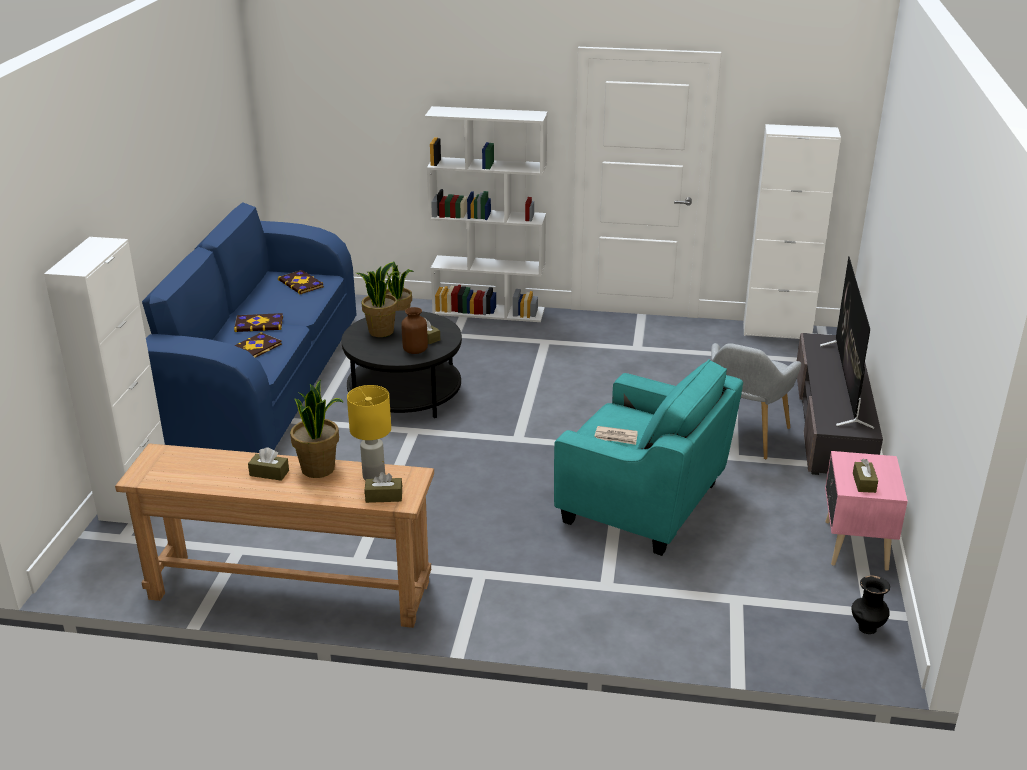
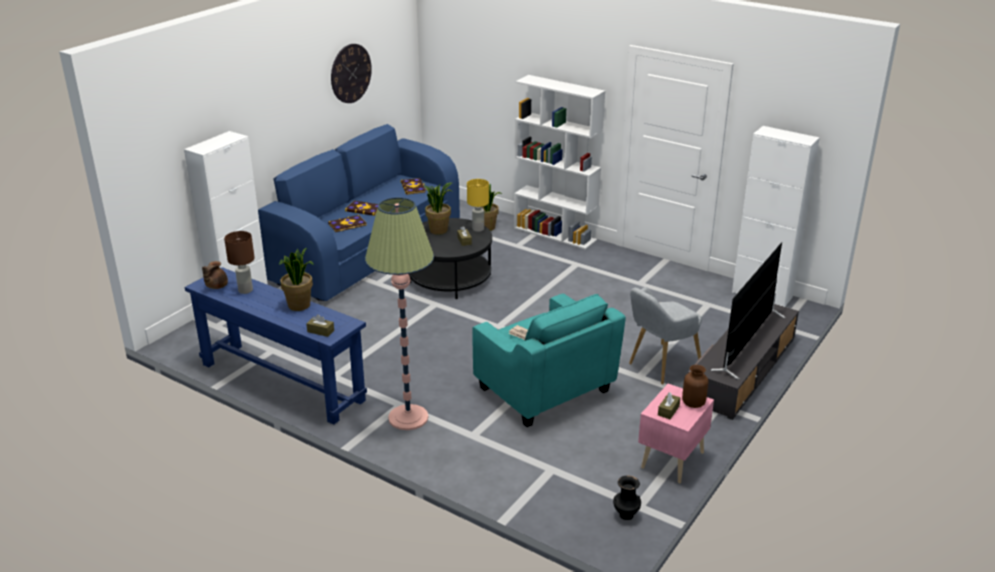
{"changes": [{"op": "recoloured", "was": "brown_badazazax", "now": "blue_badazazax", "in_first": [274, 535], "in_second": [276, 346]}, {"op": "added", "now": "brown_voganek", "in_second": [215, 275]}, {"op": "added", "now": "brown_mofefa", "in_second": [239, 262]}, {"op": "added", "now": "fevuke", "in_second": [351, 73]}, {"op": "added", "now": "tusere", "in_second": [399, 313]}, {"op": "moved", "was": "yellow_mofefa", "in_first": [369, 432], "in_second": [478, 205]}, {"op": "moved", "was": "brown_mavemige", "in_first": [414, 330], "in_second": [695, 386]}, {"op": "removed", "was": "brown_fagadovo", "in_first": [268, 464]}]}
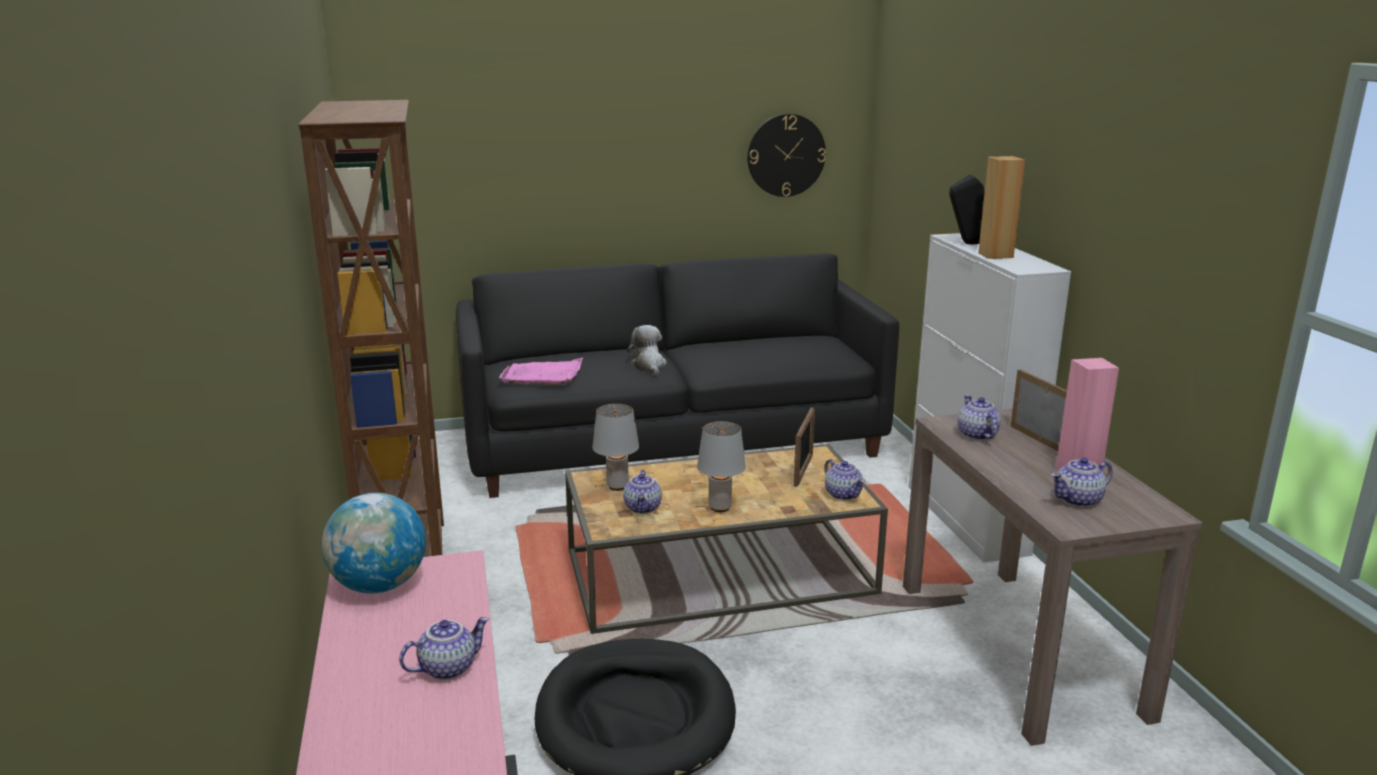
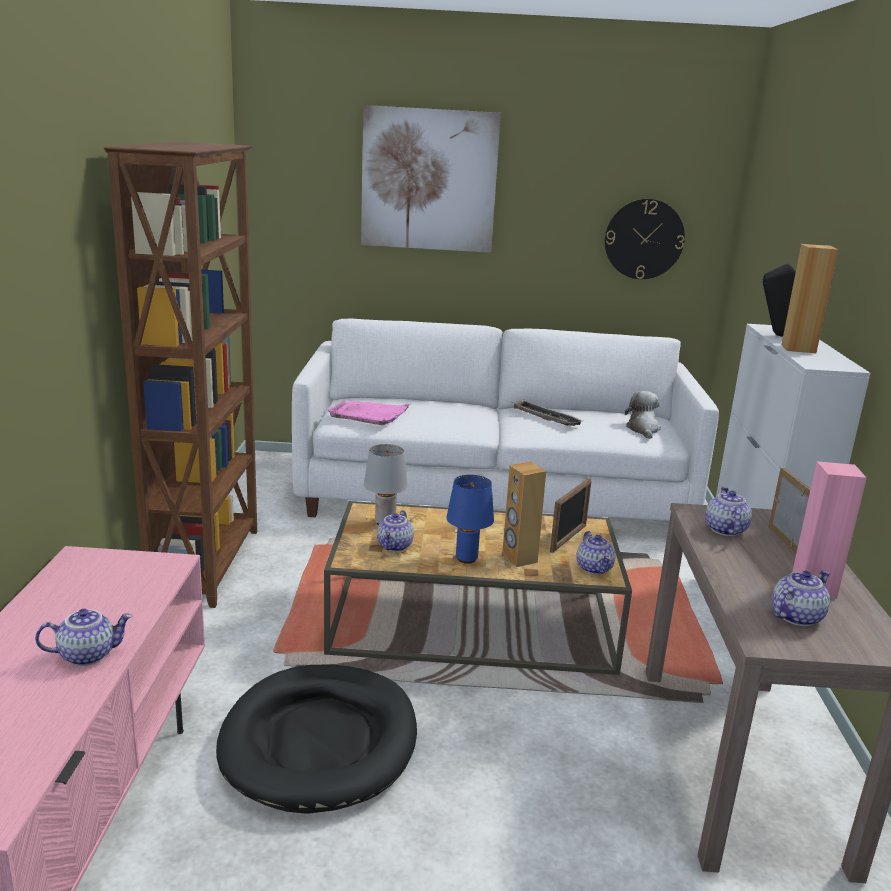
{"changes": [{"op": "recoloured", "was": "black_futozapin", "now": "white_futozapin", "in_first": [677, 375], "in_second": [505, 419]}, {"op": "added", "now": "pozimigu", "in_second": [431, 179]}, {"op": "recoloured", "was": "grey_mofefa", "now": "blue_mofefa", "in_first": [721, 466], "in_second": [470, 519]}, {"op": "added", "now": "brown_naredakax", "in_second": [524, 514]}, {"op": "added", "now": "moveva", "in_second": [547, 413]}, {"op": "moved", "was": "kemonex", "in_first": [647, 350], "in_second": [643, 415]}, {"op": "turned", "was": "voganek", "in_first": [1082, 482], "in_second": [801, 598], "clockwise": 150}, {"op": "removed", "was": "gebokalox", "in_first": [373, 543]}]}
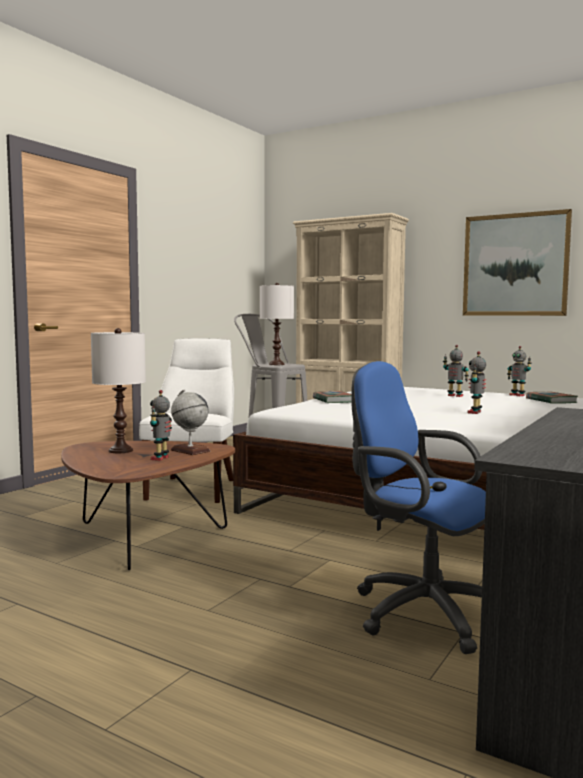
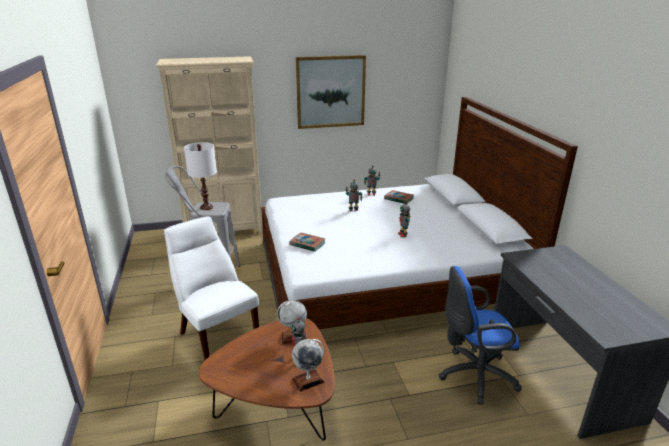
{"changes": [{"op": "added", "now": "gebokalox", "in_second": [308, 365]}, {"op": "removed", "was": "white_mofefa", "in_first": [118, 390]}]}
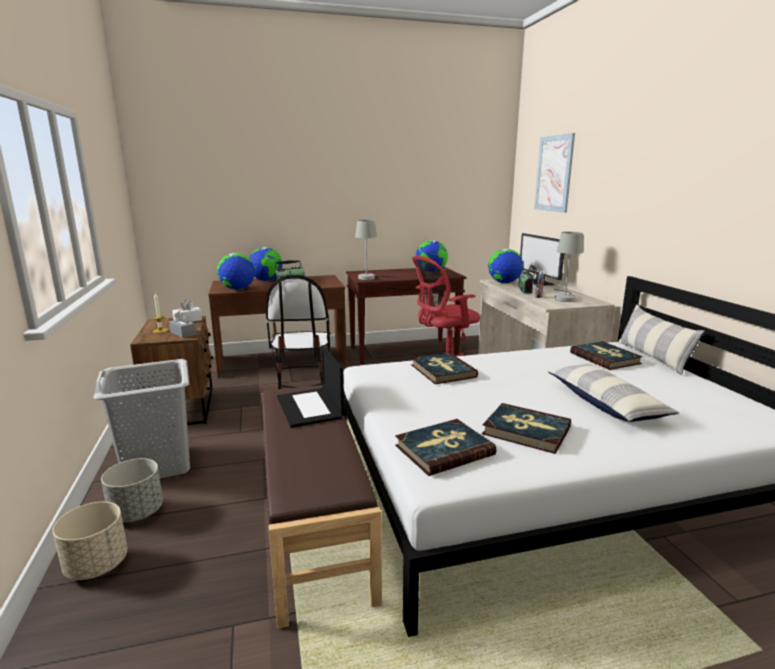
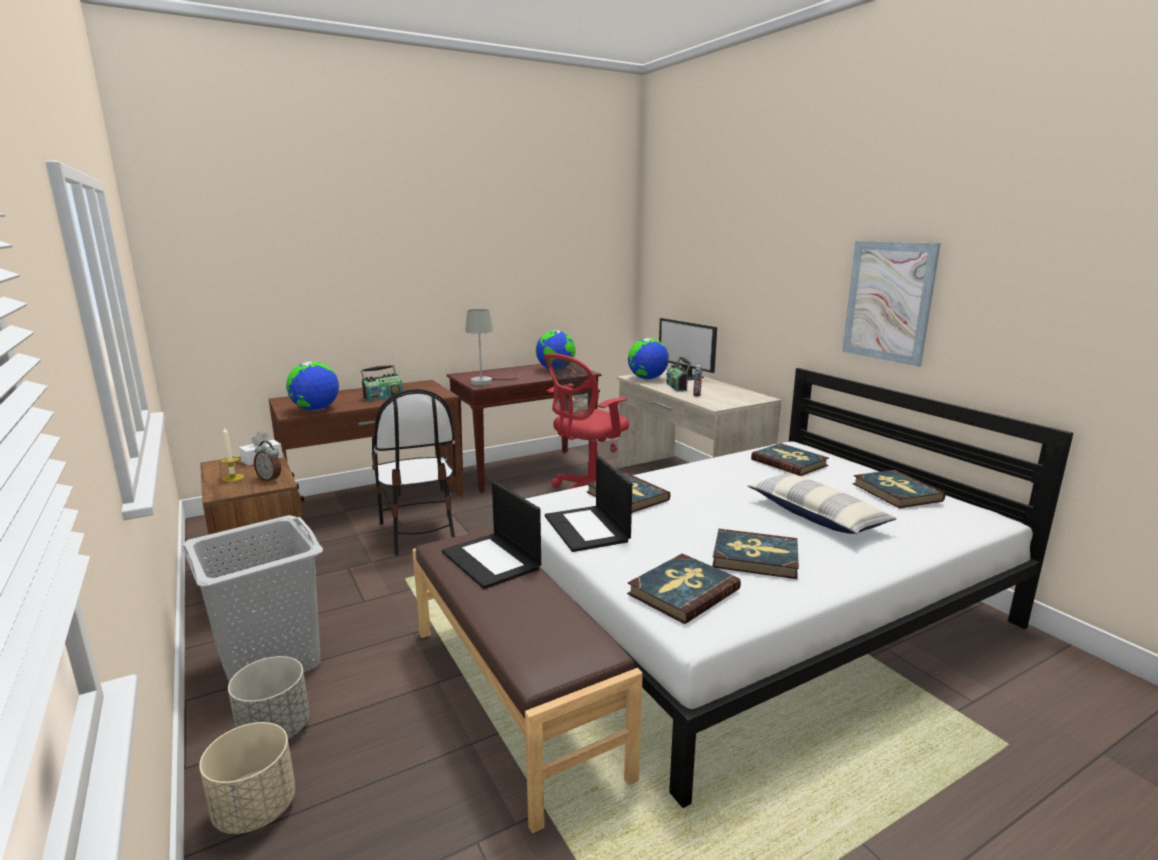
{"changes": [{"op": "replaced", "was": "grey_fagadovo", "now": "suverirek", "in_first": [183, 324], "in_second": [267, 461]}, {"op": "added", "now": "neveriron", "in_second": [588, 504]}, {"op": "moved", "was": "pozimigu", "in_first": [554, 173], "in_second": [891, 304]}, {"op": "added", "now": "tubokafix", "in_second": [899, 489]}, {"op": "removed", "was": "gebokalox", "in_first": [265, 264]}, {"op": "removed", "was": "grey_mofefa", "in_first": [569, 267]}, {"op": "removed", "was": "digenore", "in_first": [661, 340]}]}
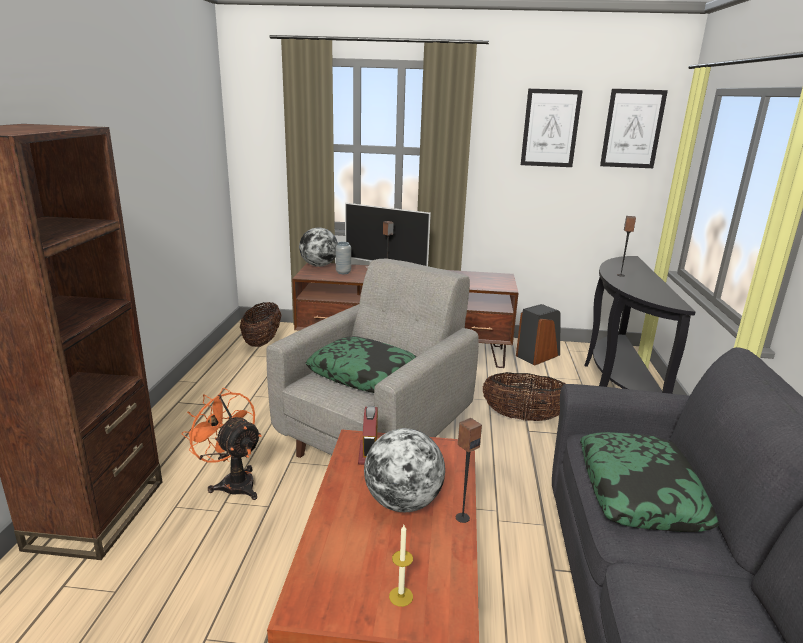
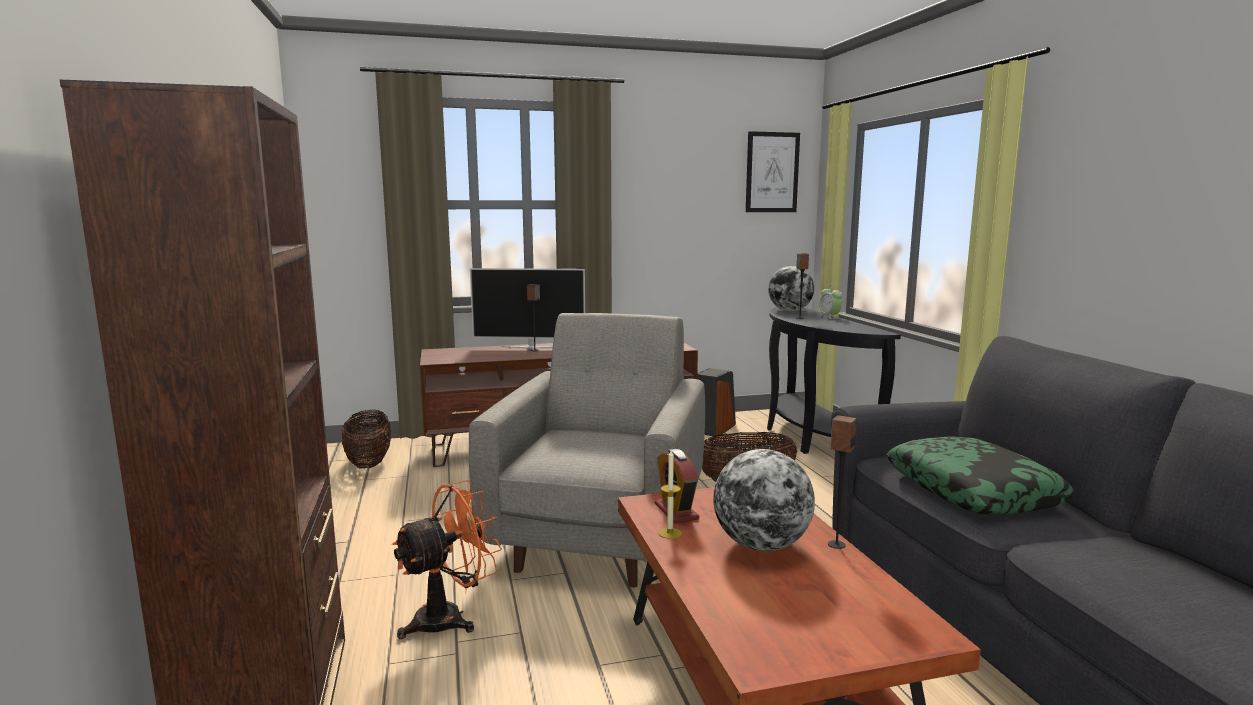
{"changes": [{"op": "turned", "was": "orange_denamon", "in_first": [222, 444], "in_second": [447, 559], "clockwise": 120}, {"op": "moved", "was": "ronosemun", "in_first": [401, 566], "in_second": [670, 494]}, {"op": "moved", "was": "gebokalox", "in_first": [318, 247], "in_second": [791, 288]}, {"op": "added", "now": "suverirek", "in_second": [830, 302]}, {"op": "removed", "was": "digenore", "in_first": [361, 364]}, {"op": "removed", "was": "grey_mavemige", "in_first": [343, 258]}, {"op": "removed", "was": "pozimigu", "in_first": [552, 128]}]}
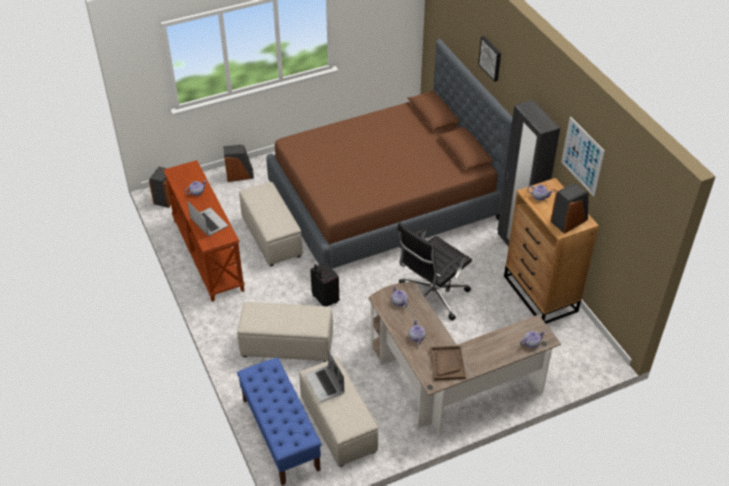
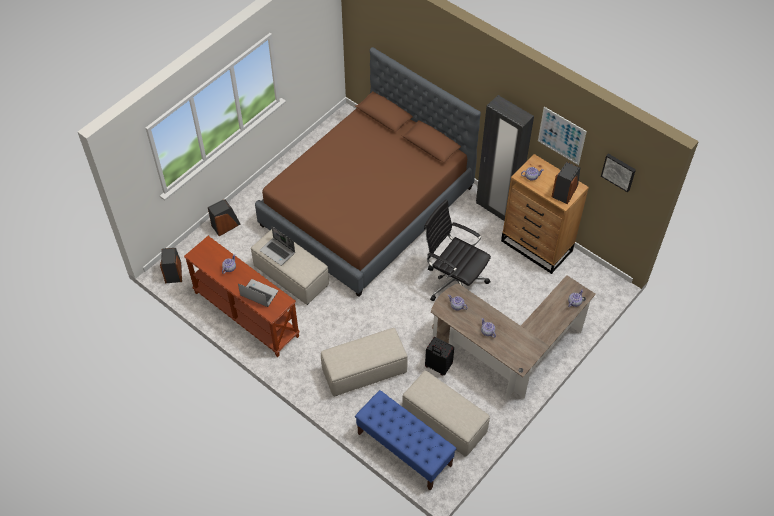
{"changes": [{"op": "moved", "was": "neveriron", "in_first": [324, 376], "in_second": [277, 246]}, {"op": "turned", "was": "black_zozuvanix", "in_first": [434, 271], "in_second": [457, 250], "clockwise": 105}, {"op": "moved", "was": "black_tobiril", "in_first": [324, 284], "in_second": [439, 356]}, {"op": "moved", "was": "pozimigu", "in_first": [489, 59], "in_second": [618, 173]}, {"op": "removed", "was": "brown_moveva", "in_first": [448, 363]}]}
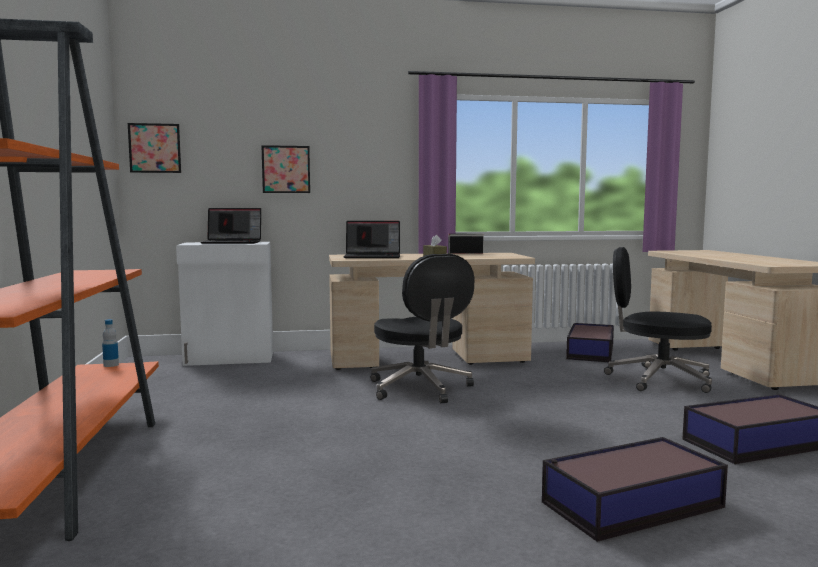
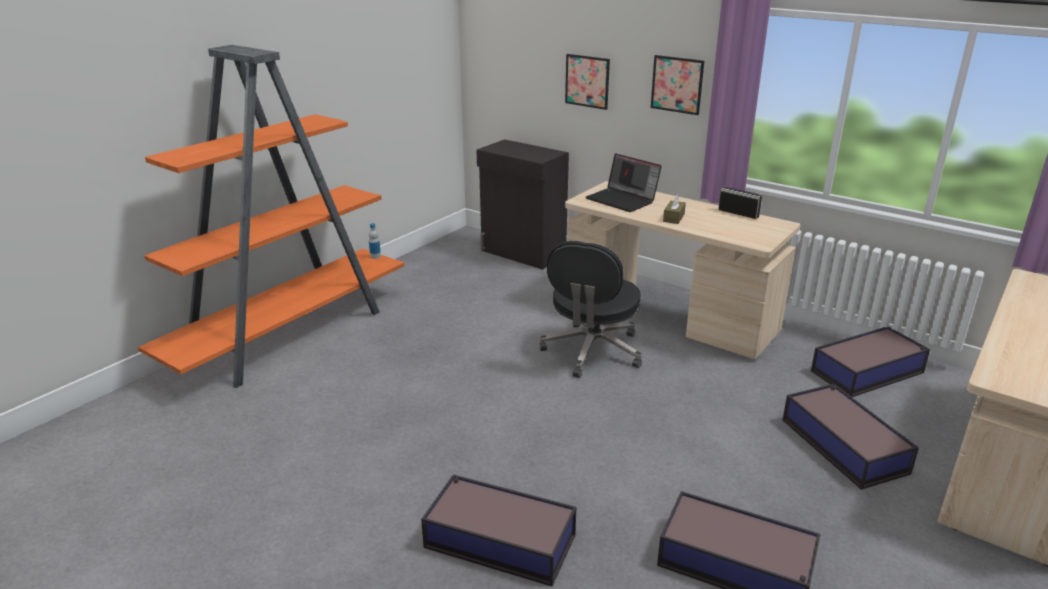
{"changes": [{"op": "recoloured", "was": "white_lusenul", "now": "black_lusenul", "in_first": [224, 304], "in_second": [523, 204]}, {"op": "moved", "was": "pozimigu", "in_first": [154, 148], "in_second": [677, 85]}, {"op": "replaced", "was": "black_zozuvanix", "now": "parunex", "in_first": [658, 320], "in_second": [850, 437]}, {"op": "removed", "was": "neveriron", "in_first": [230, 226]}]}
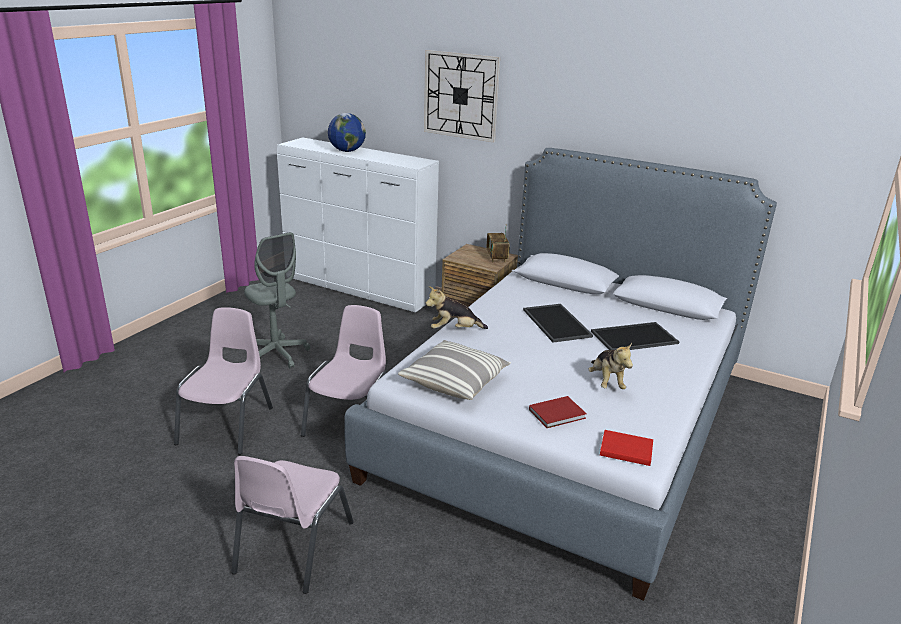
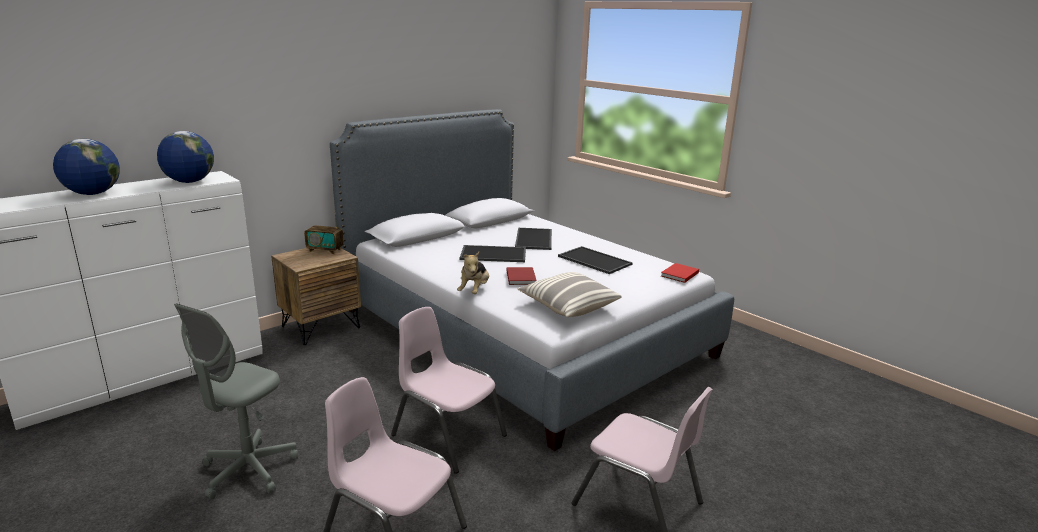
{"changes": [{"op": "added", "now": "gebokalox", "in_second": [185, 157]}, {"op": "turned", "was": "grey_zozuvanix", "in_first": [277, 300], "in_second": [236, 401], "clockwise": 135}, {"op": "moved", "was": "red_tubokafix", "in_first": [558, 412], "in_second": [522, 276]}, {"op": "replaced", "was": "kemonex", "now": "moveva", "in_first": [611, 366], "in_second": [595, 260]}, {"op": "removed", "was": "fevuke", "in_first": [462, 96]}]}
